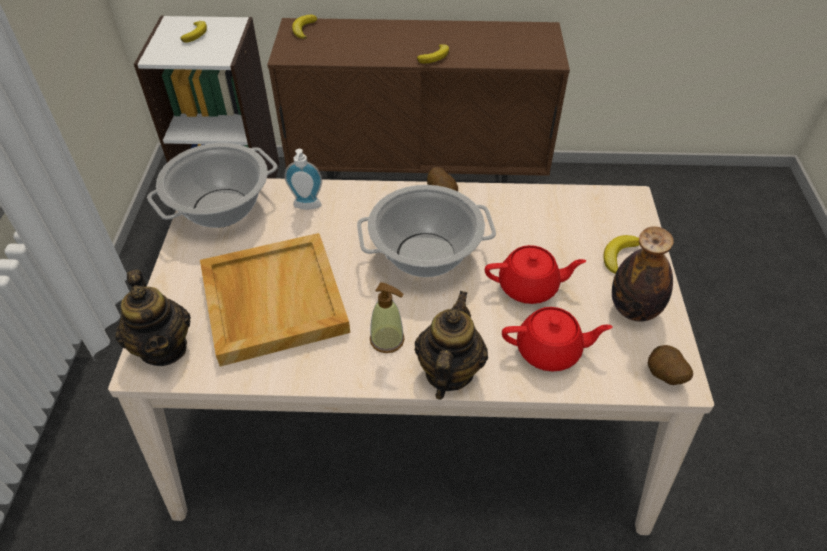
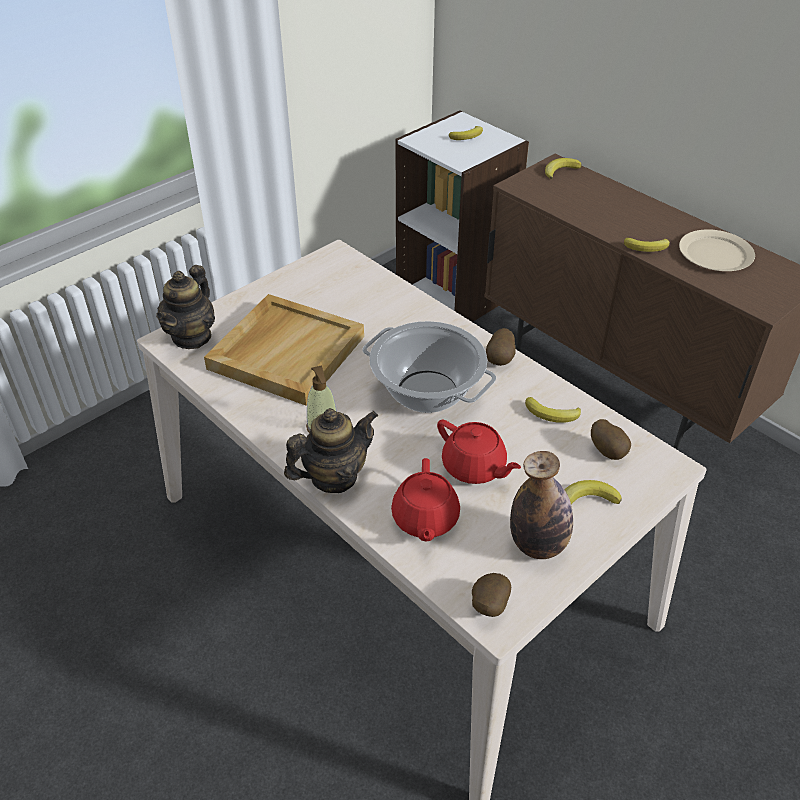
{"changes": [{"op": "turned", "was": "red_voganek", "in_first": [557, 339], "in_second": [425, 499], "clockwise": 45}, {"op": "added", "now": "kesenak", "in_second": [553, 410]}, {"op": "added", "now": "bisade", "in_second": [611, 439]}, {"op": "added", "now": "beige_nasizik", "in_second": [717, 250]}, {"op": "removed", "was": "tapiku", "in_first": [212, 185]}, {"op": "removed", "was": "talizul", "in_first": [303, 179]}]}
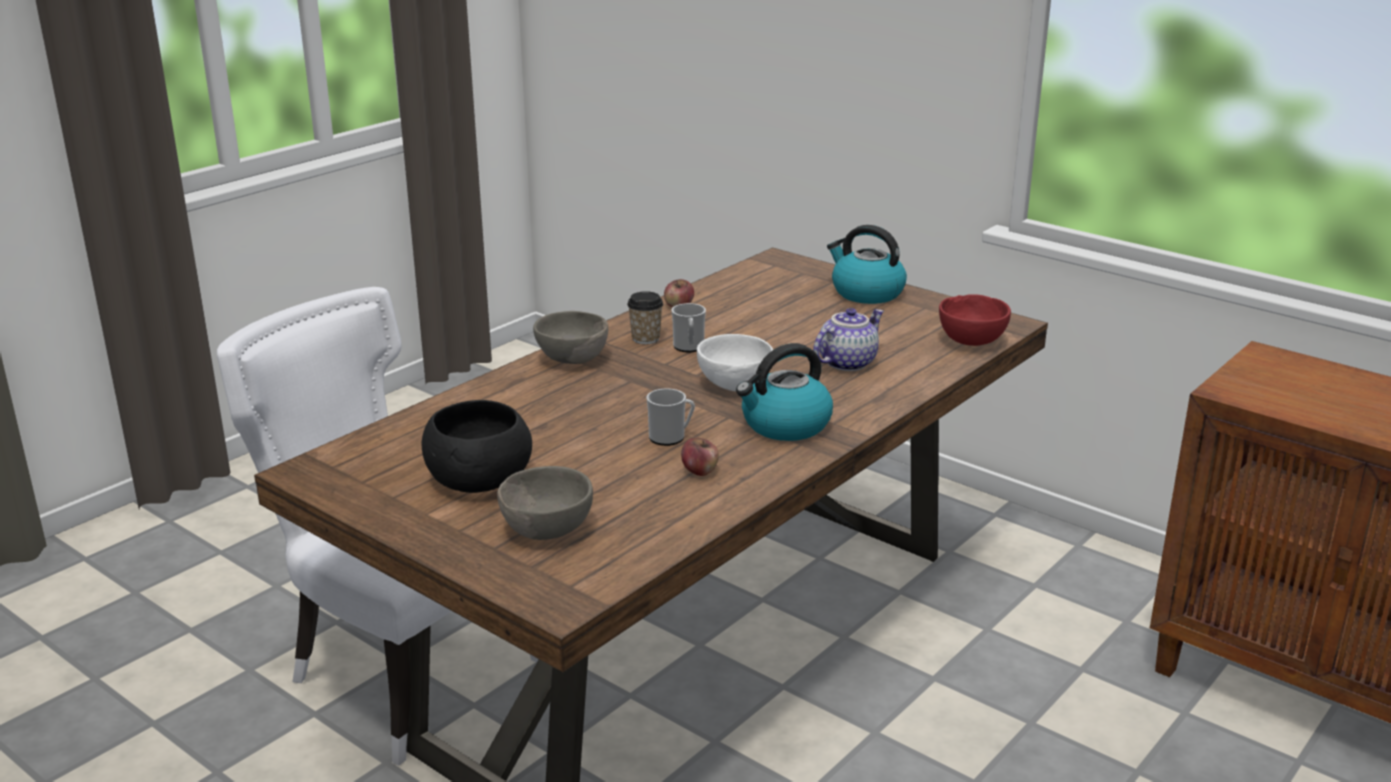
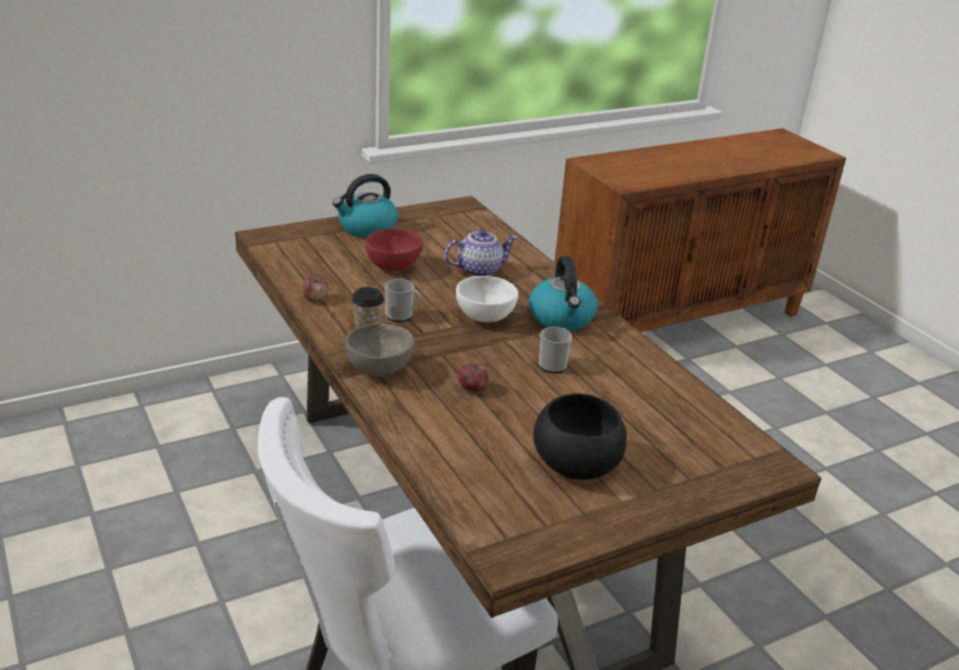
{"changes": [{"op": "moved", "was": "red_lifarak", "in_first": [975, 320], "in_second": [394, 249]}, {"op": "turned", "was": "voganek", "in_first": [848, 339], "in_second": [481, 252], "clockwise": 90}, {"op": "moved", "was": "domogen", "in_first": [700, 457], "in_second": [473, 377]}, {"op": "removed", "was": "grey_lifarak", "in_first": [545, 503]}]}
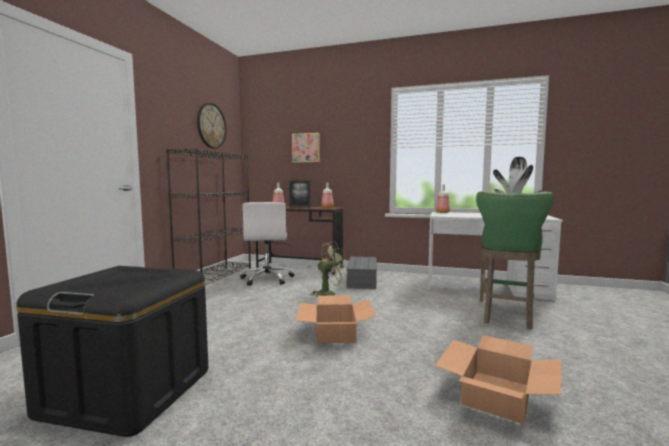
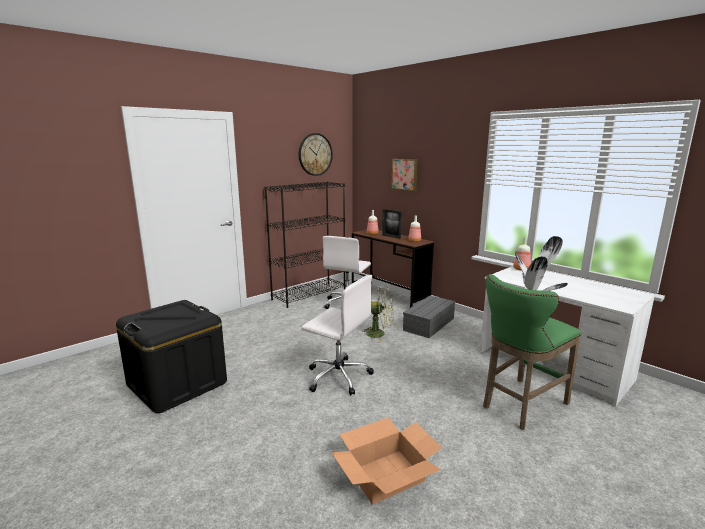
{"changes": [{"op": "replaced", "was": "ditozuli", "now": "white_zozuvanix", "in_first": [335, 319], "in_second": [337, 335]}]}
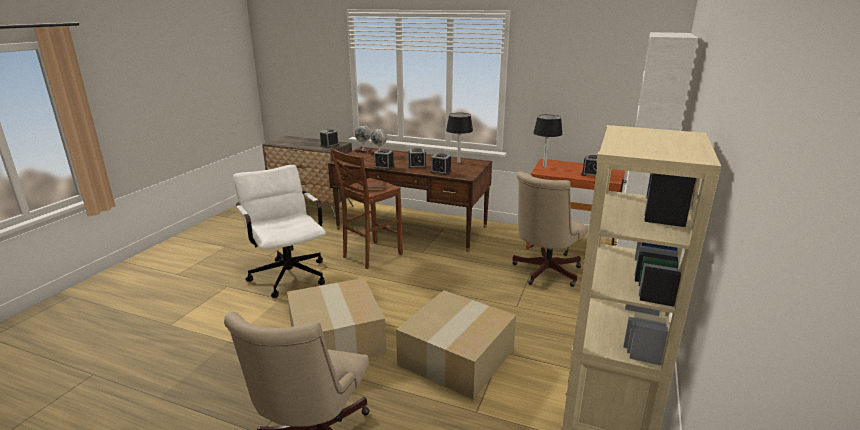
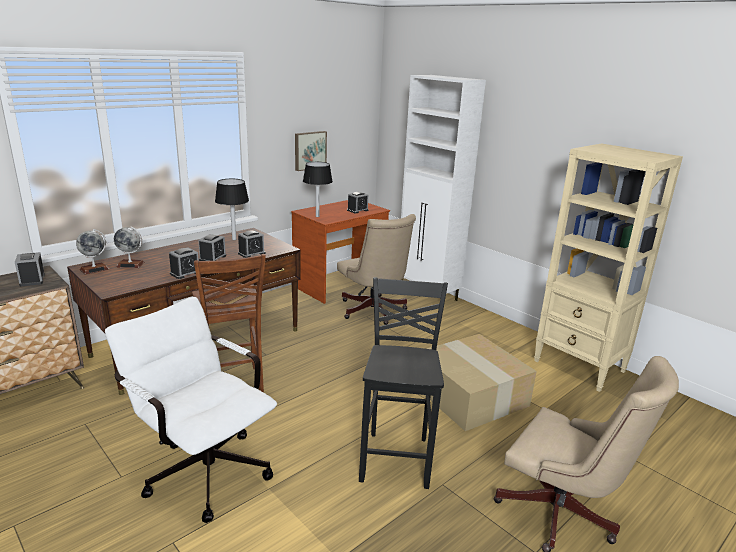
{"changes": [{"op": "turned", "was": "white_zozuvanix", "in_first": [279, 231], "in_second": [191, 410], "clockwise": 45}, {"op": "added", "now": "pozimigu", "in_second": [311, 151]}, {"op": "replaced", "was": "ditozuli", "now": "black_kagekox", "in_first": [336, 318], "in_second": [403, 383]}]}
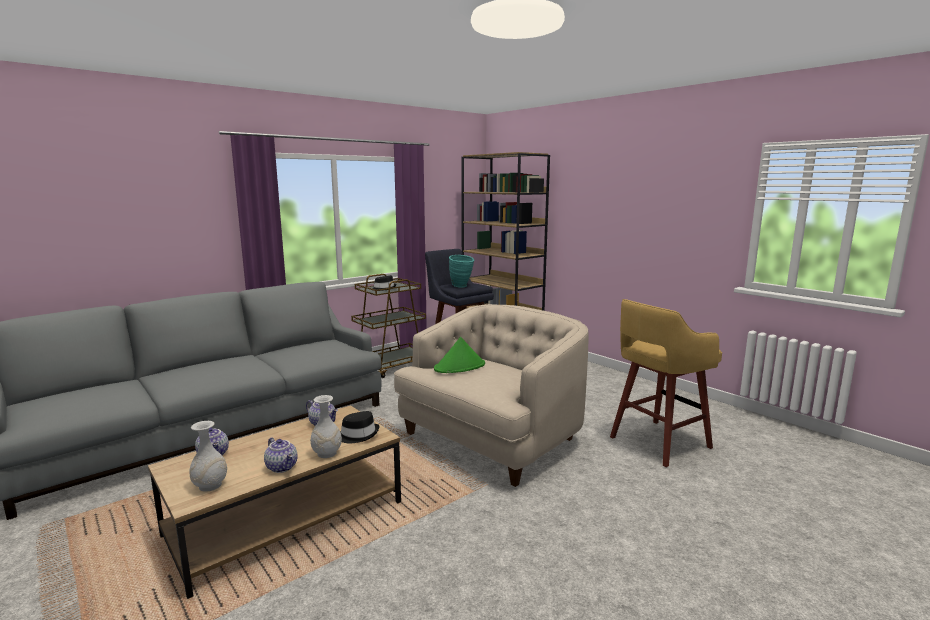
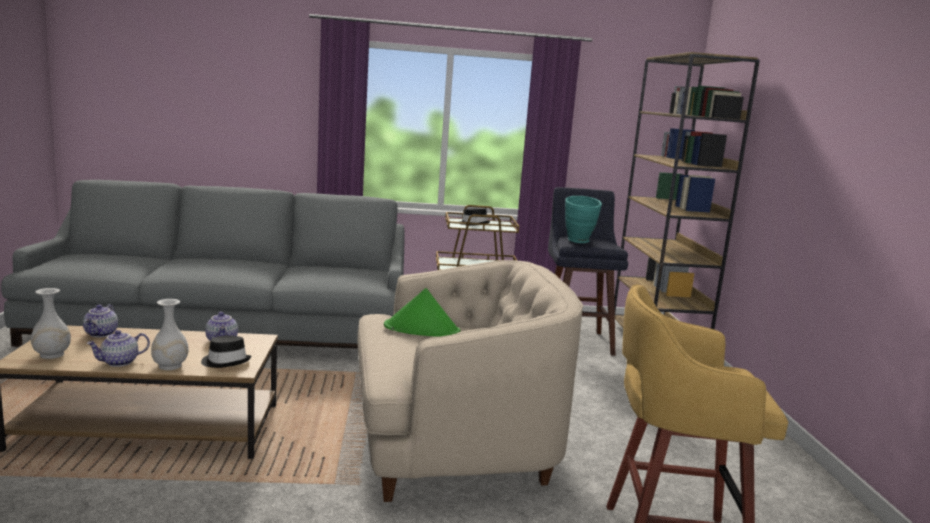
{"changes": [{"op": "turned", "was": "voganek", "in_first": [281, 455], "in_second": [118, 348], "clockwise": 60}]}
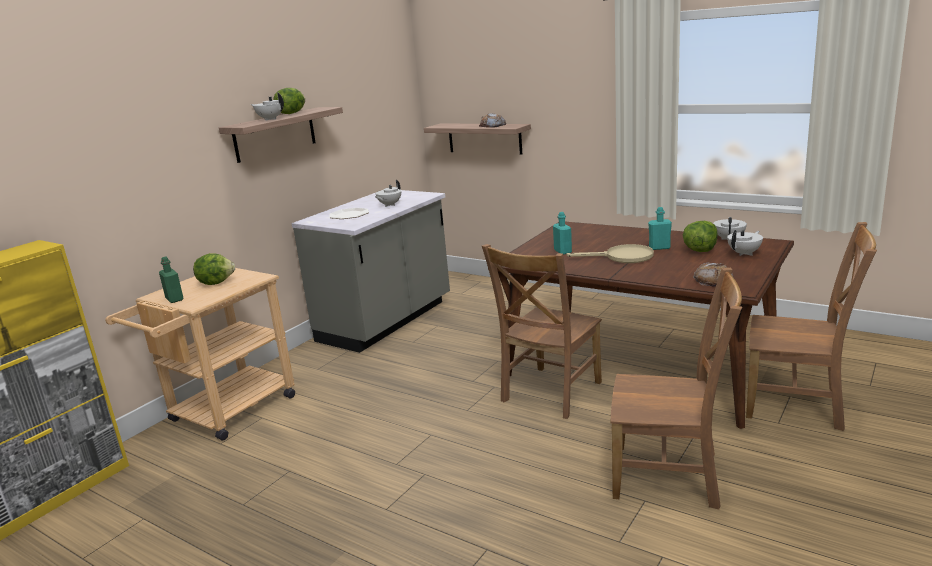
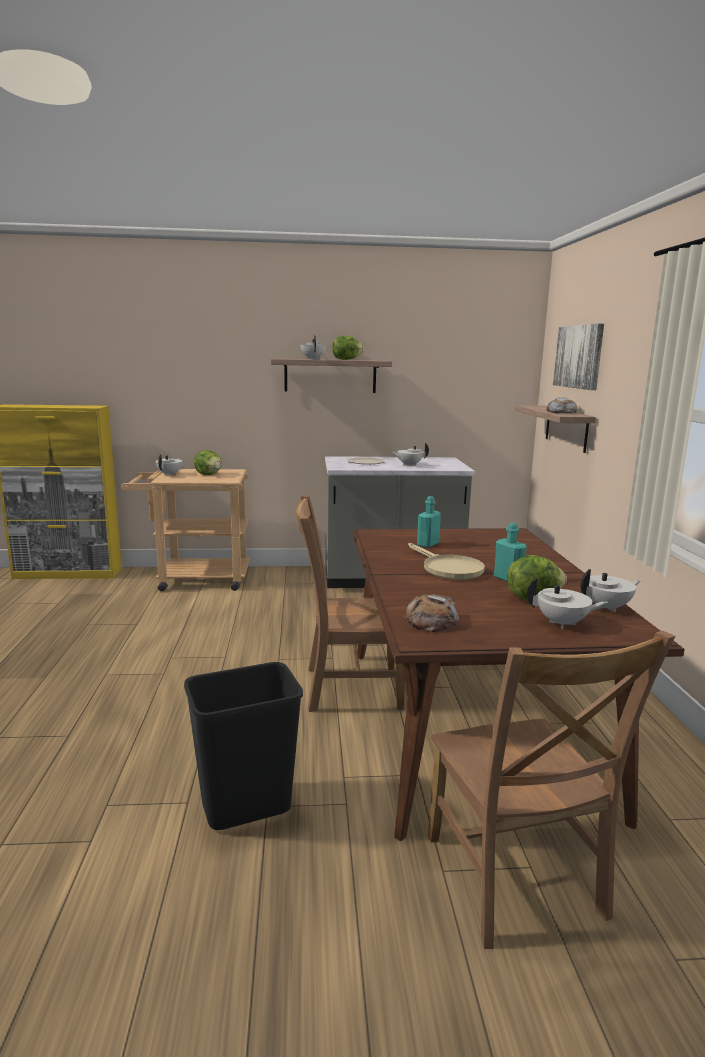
{"changes": [{"op": "replaced", "was": "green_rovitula", "now": "white_voganek", "in_first": [171, 280], "in_second": [169, 465]}, {"op": "replaced", "was": "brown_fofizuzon", "now": "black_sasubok", "in_first": [676, 388], "in_second": [243, 746]}, {"op": "added", "now": "pozimigu", "in_second": [578, 356]}]}
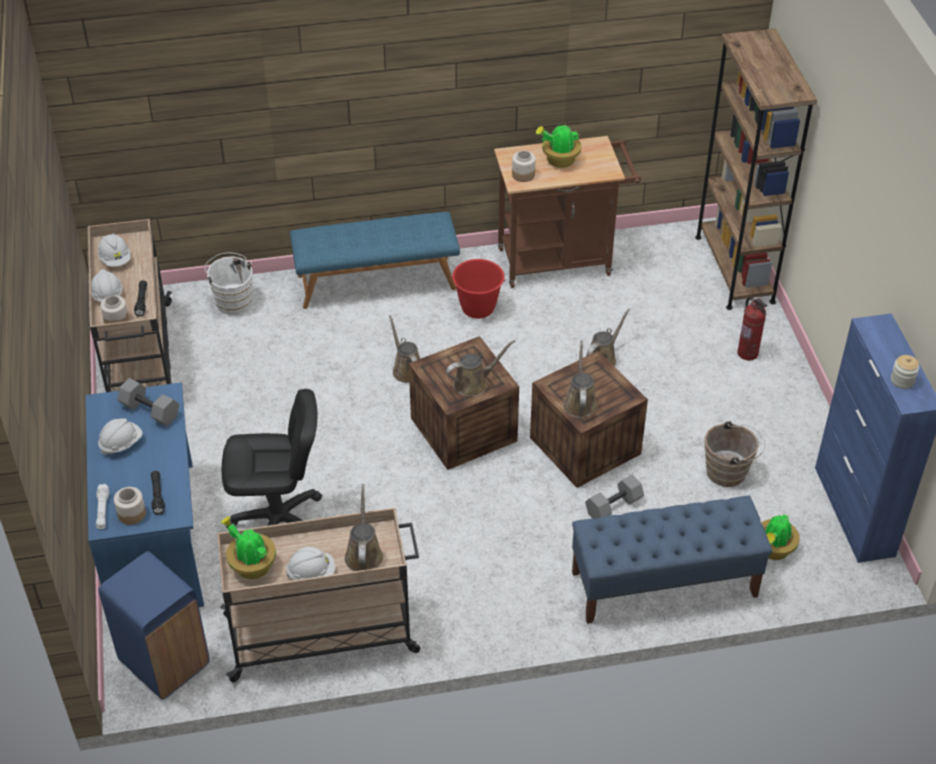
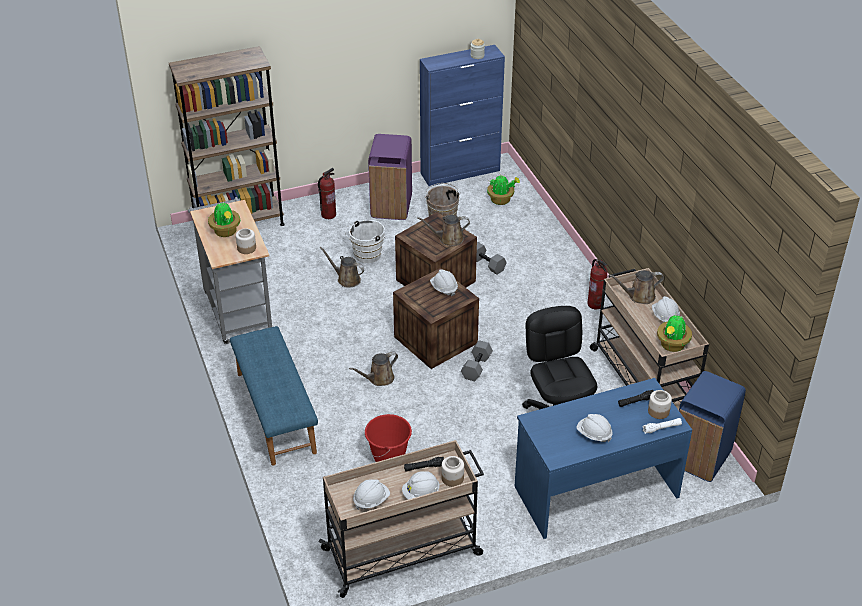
{"changes": [{"op": "recoloured", "was": "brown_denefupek", "now": "grey_denefupek", "in_first": [567, 212], "in_second": [230, 271]}, {"op": "moved", "was": "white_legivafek", "in_first": [229, 284], "in_second": [365, 241]}, {"op": "moved", "was": "red_legivafek", "in_first": [478, 289], "in_second": [388, 438]}, {"op": "added", "now": "purple_sasubok", "in_second": [390, 177]}, {"op": "replaced", "was": "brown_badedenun", "now": "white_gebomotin", "in_first": [480, 368], "in_second": [444, 282]}, {"op": "moved", "was": "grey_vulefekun", "in_first": [148, 402], "in_second": [477, 360]}, {"op": "added", "now": "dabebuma", "in_second": [597, 284]}, {"op": "removed", "was": "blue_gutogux", "in_first": [672, 560]}]}
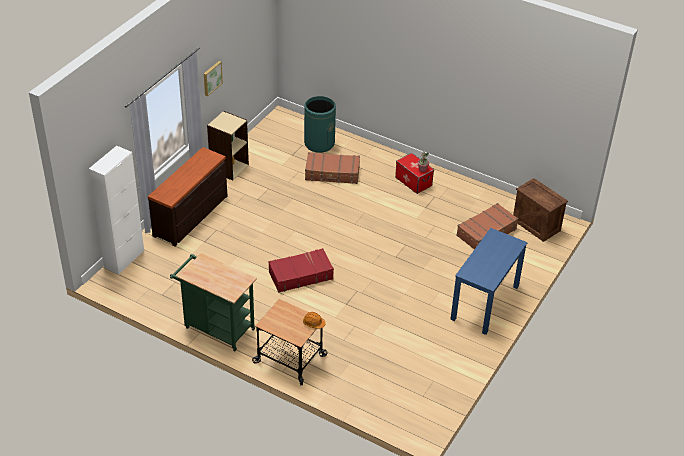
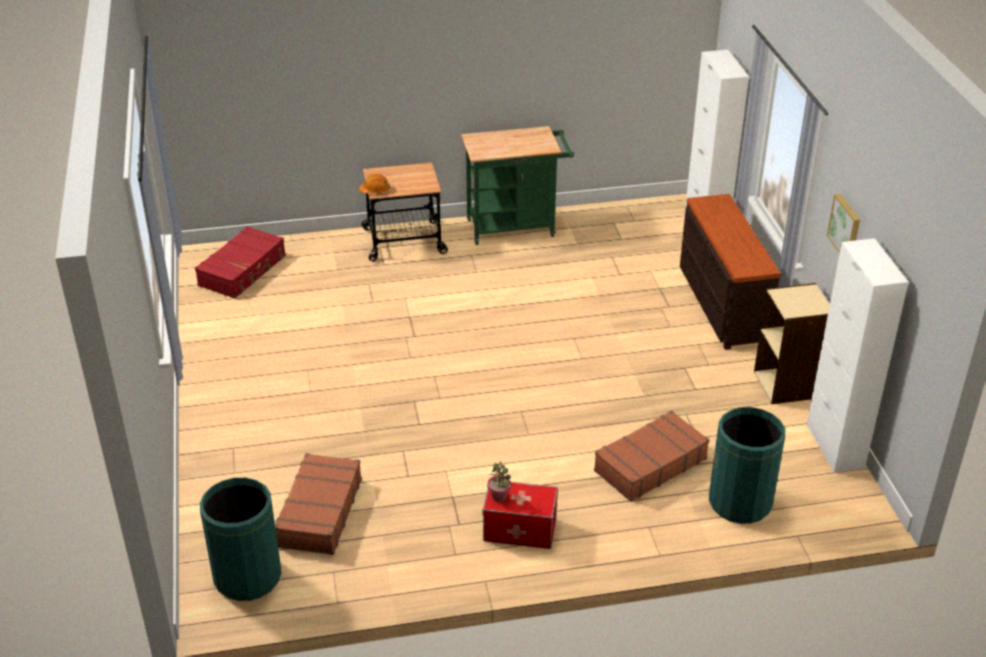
{"changes": [{"op": "moved", "was": "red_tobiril", "in_first": [301, 270], "in_second": [240, 262]}, {"op": "replaced", "was": "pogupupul", "now": "green_sasubok", "in_first": [540, 210], "in_second": [240, 539]}, {"op": "added", "now": "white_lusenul", "in_second": [858, 355]}, {"op": "removed", "was": "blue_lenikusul", "in_first": [489, 281]}]}
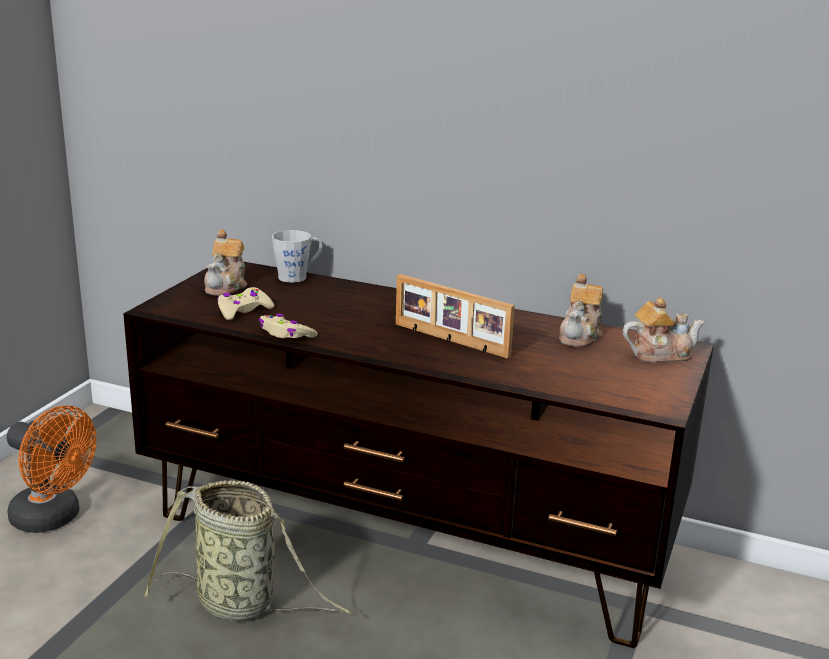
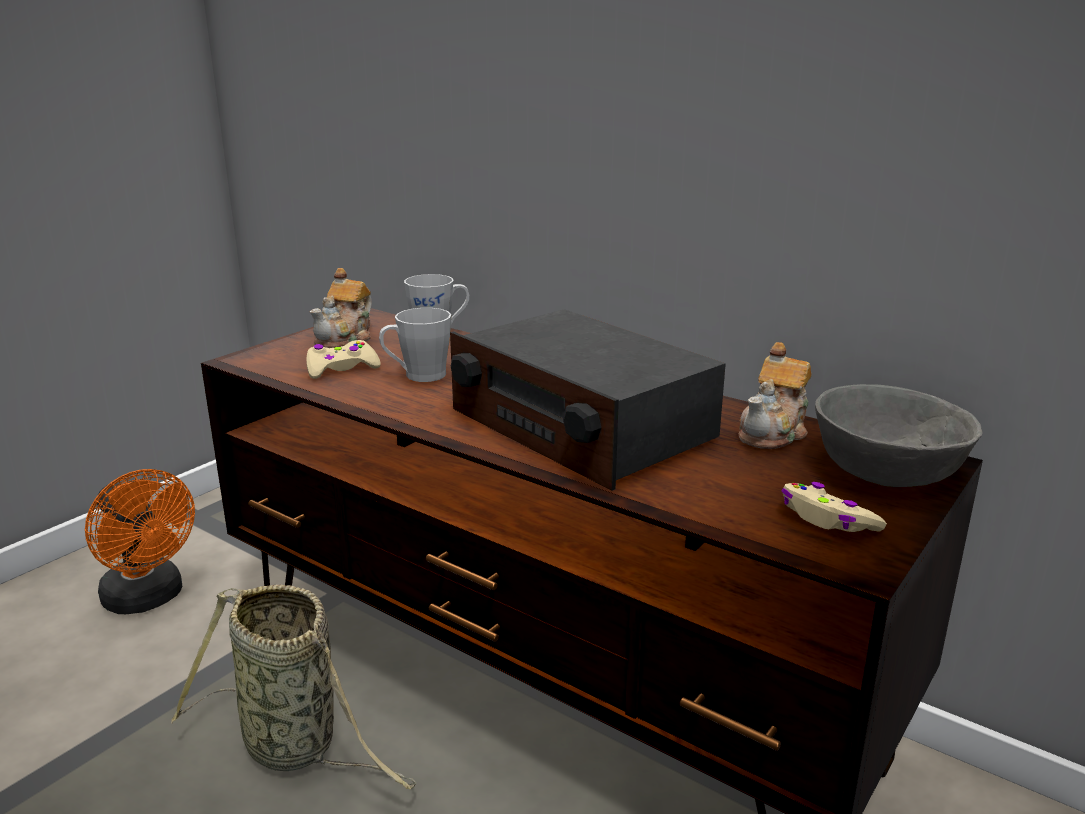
{"changes": [{"op": "added", "now": "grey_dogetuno", "in_second": [415, 345]}, {"op": "replaced", "was": "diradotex", "now": "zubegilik", "in_first": [455, 316], "in_second": [588, 400]}, {"op": "moved", "was": "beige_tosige", "in_first": [288, 326], "in_second": [834, 507]}, {"op": "replaced", "was": "voganek", "now": "grey_lifarak", "in_first": [664, 330], "in_second": [899, 435]}]}
